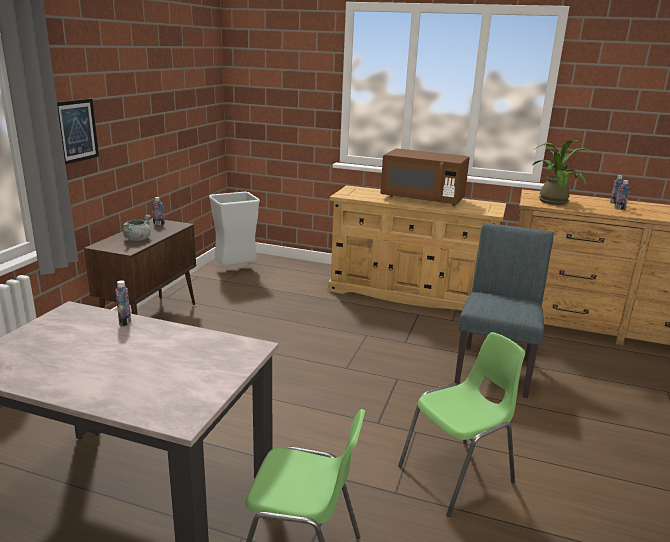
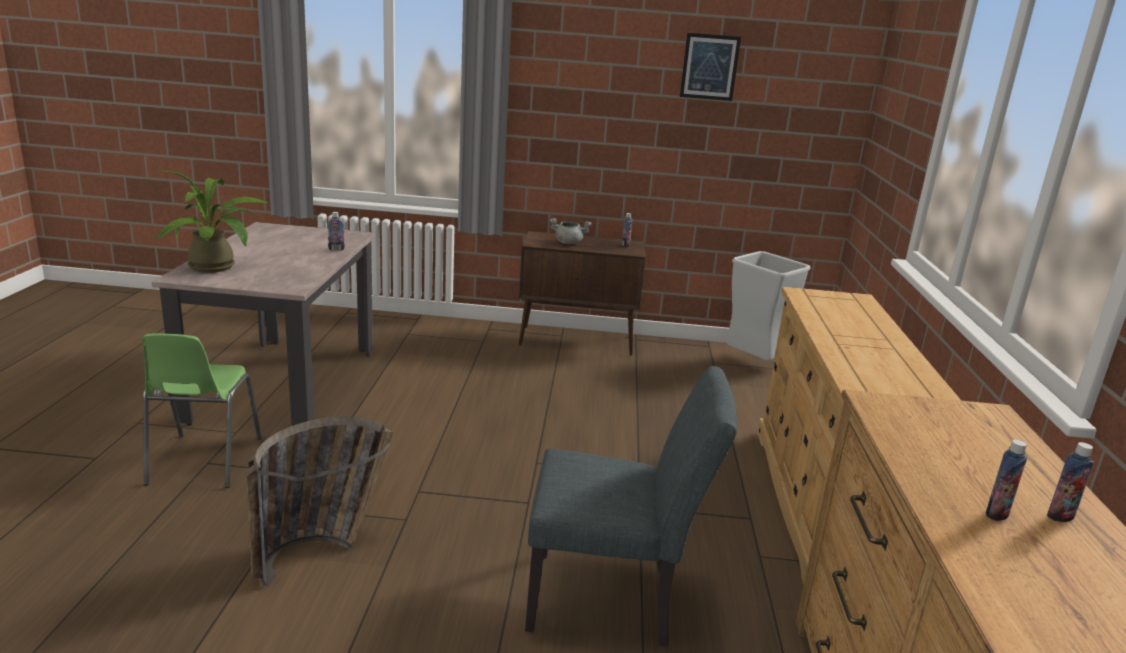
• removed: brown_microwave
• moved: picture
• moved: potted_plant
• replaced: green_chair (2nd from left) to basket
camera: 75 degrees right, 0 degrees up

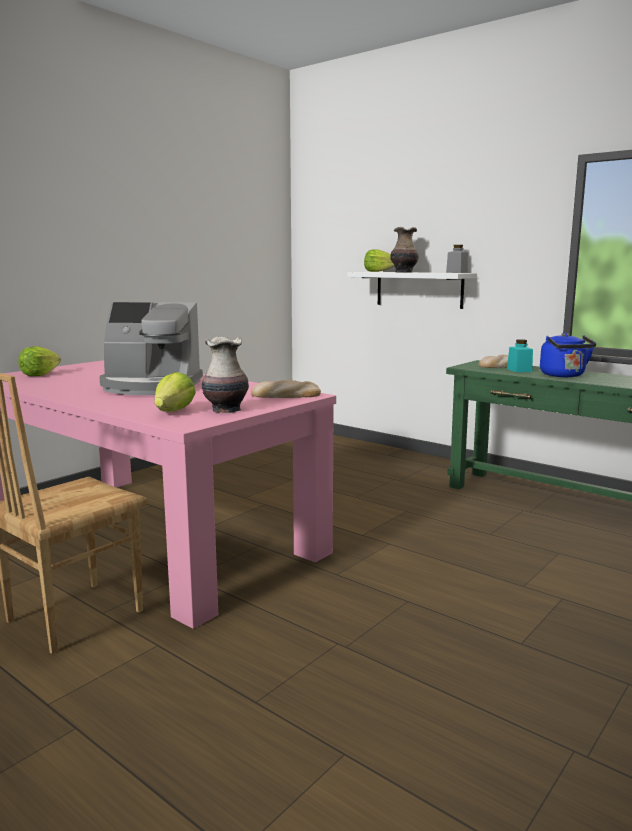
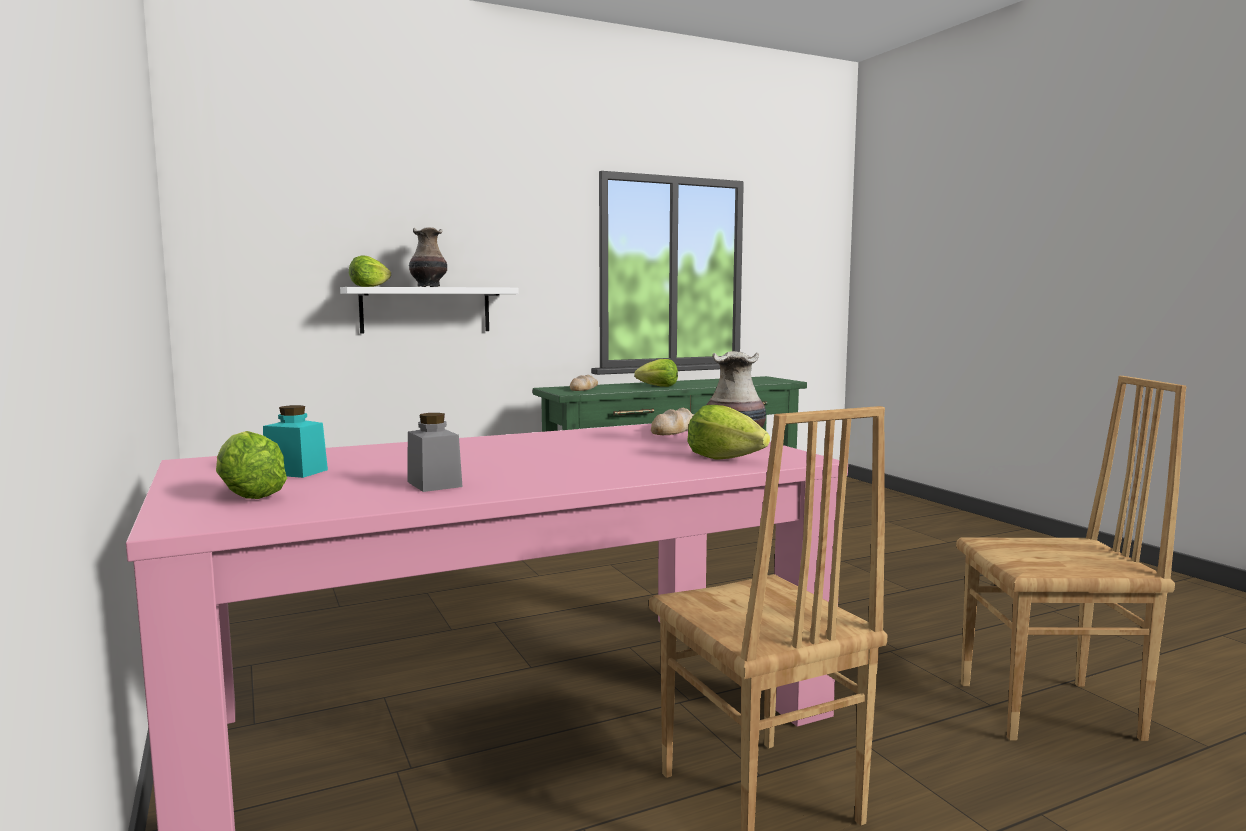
• removed: coffee_machine
• added: brown_chair (2nd from left)
• moved: grey_jar
• moved: turquoise_jar
• replaced: blue_kettle to lettuce (3rd from left)
camera: 65 degrees left, 5 degrees down

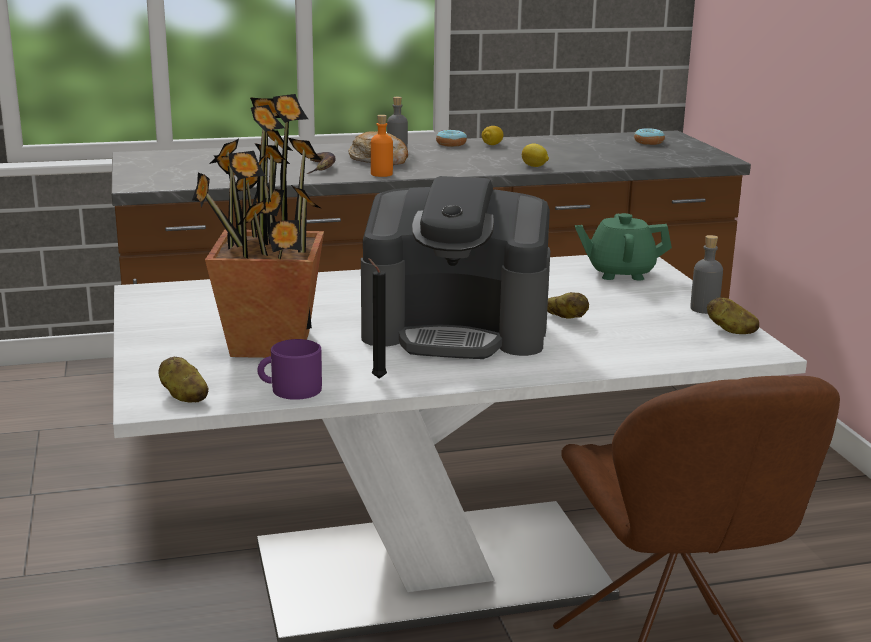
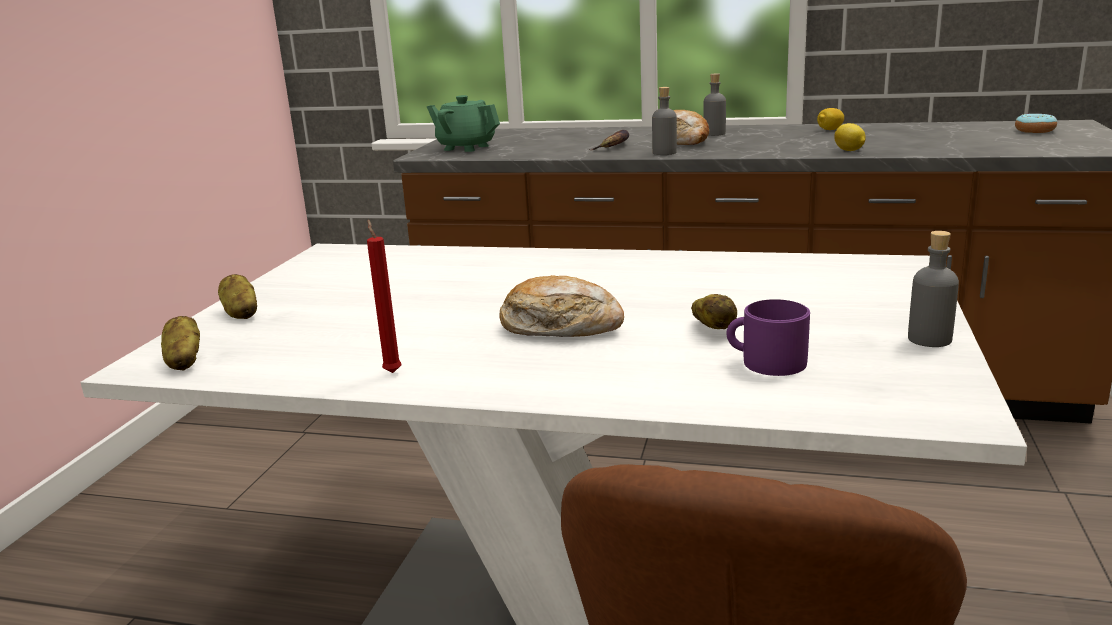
• removed: potted_plant
• removed: donut (1st from left)
• moved: purple_mug
• moved: green_teapot
• moved: potato (3rd from left in the first image) to potato (2nd from left)
• replaced: coffee_machine to bread (1st from left)
• recoloured: black_candle to red_candle
• recoloured: orange_bottle to grey_bottle (1st from left)
camera: 30 degrees right, 0 degrees up

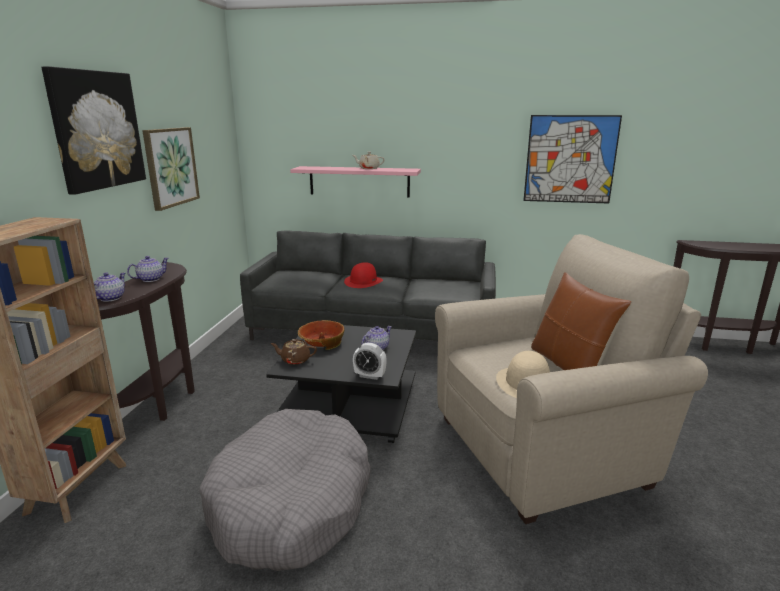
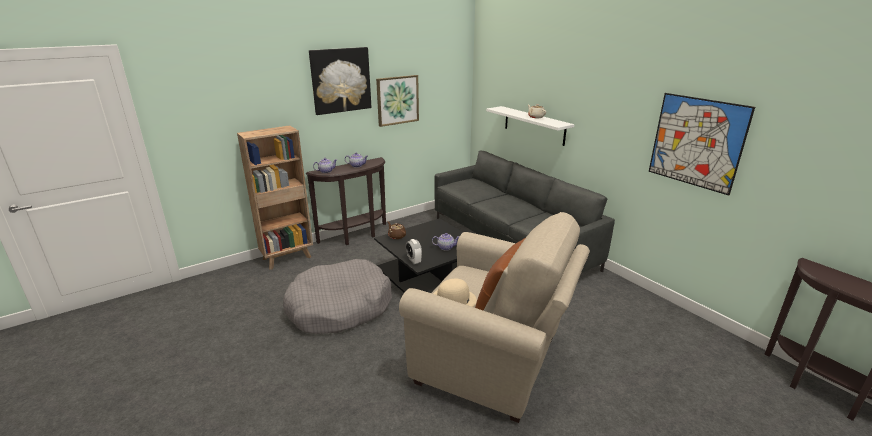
• removed: bowl
• removed: red_hat
• recoloured: pink_shelf to white_shelf
camera: 45 degrees right, 5 degrees up

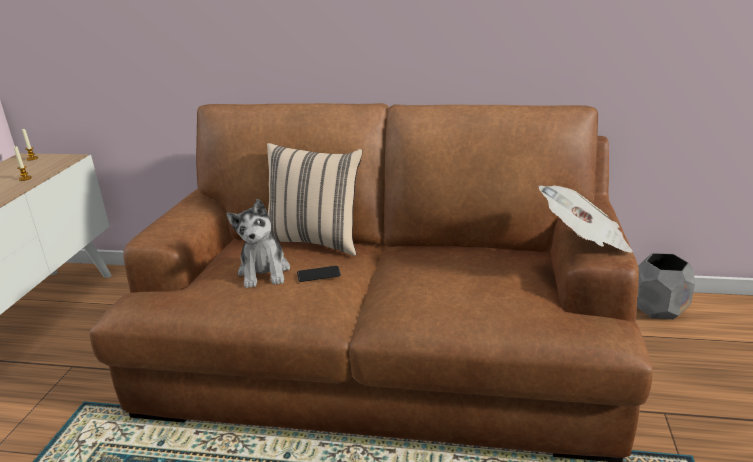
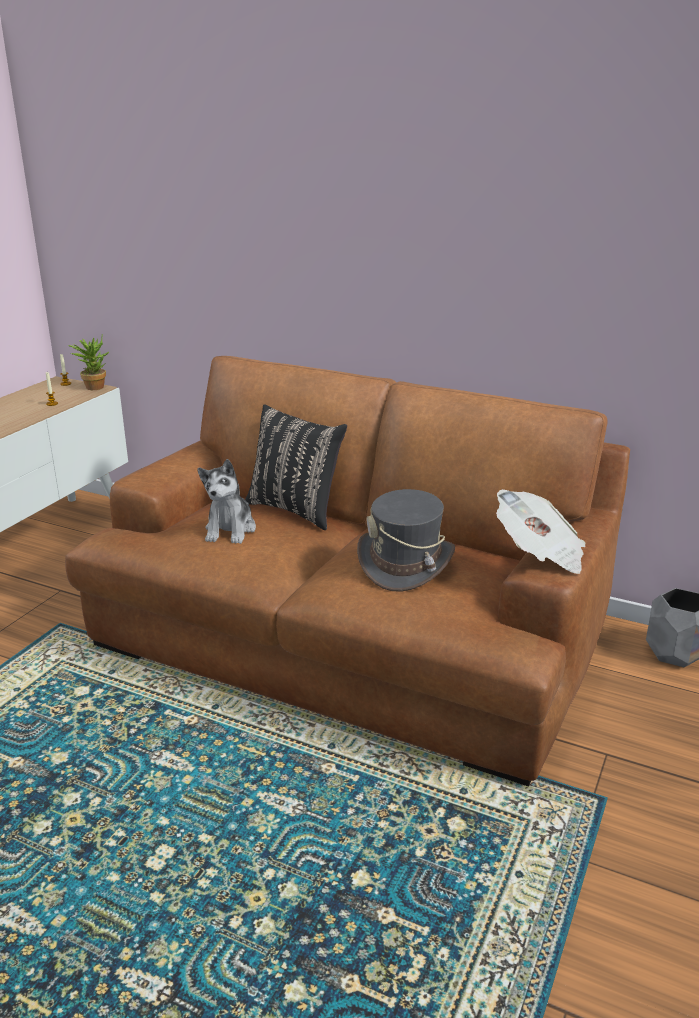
• removed: phone
• added: potted_plant
• added: grey_hat
• recoloured: beige_pillow to black_pillow
camera: 15 degrees right, 0 degrees up

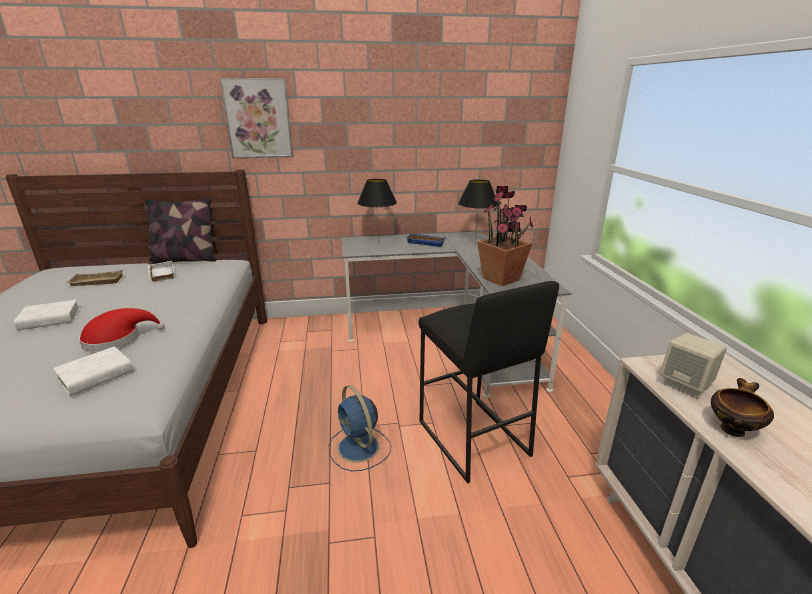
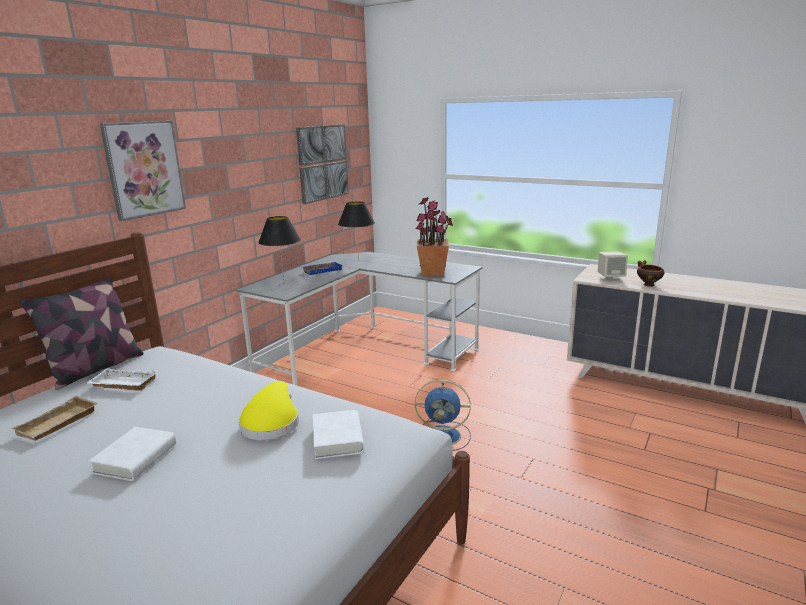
• removed: black_stool
• added: picture (2nd from left)
• recoloured: red_hat to yellow_hat
camera: 50 degrees left, 5 degrees down

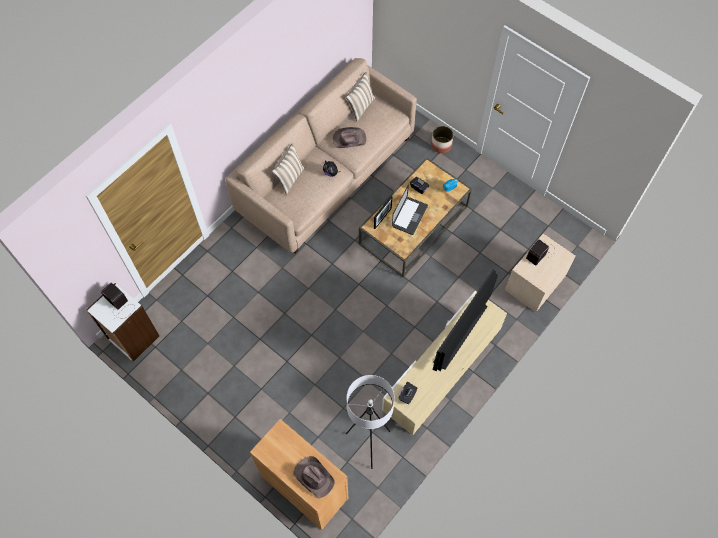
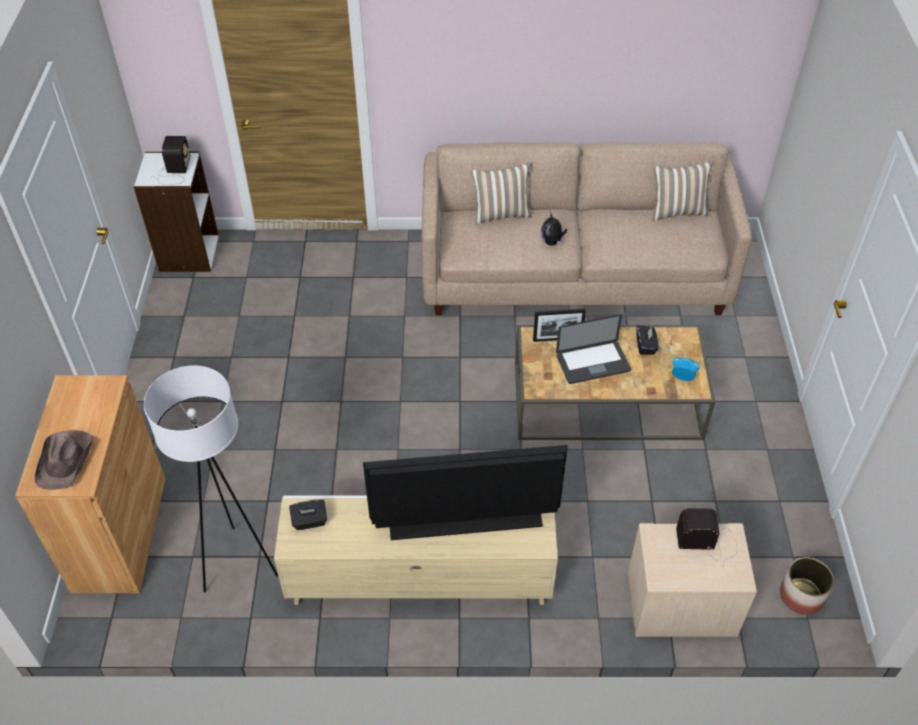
• removed: brown_hat (2nd from left)
• moved: planter
camera: 50 degrees right, 15 degrees down

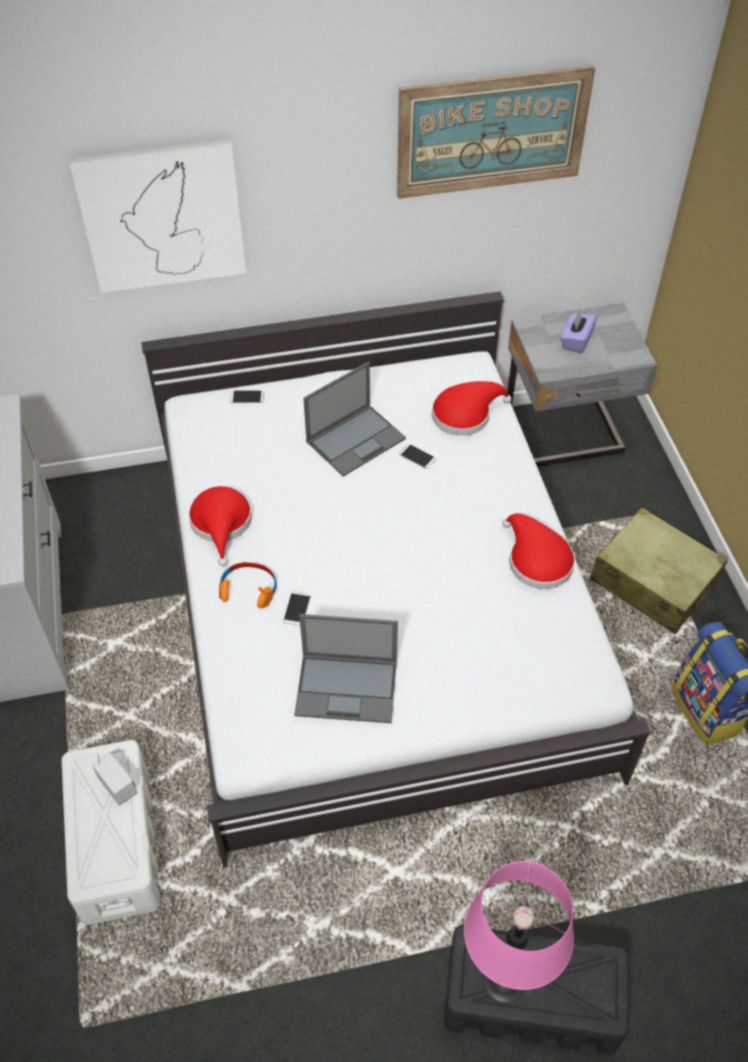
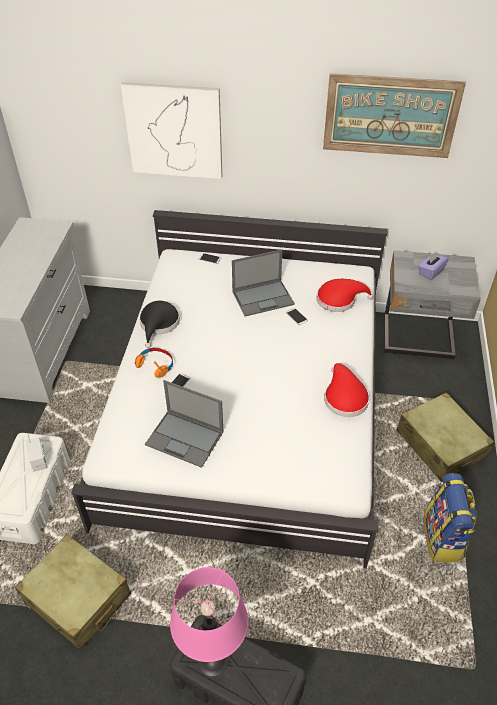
• added: beige_suitcase (1st from left)
• recoloured: red_hat (1st from left) to black_hat
camera: 20 degrees right, 5 degrees down

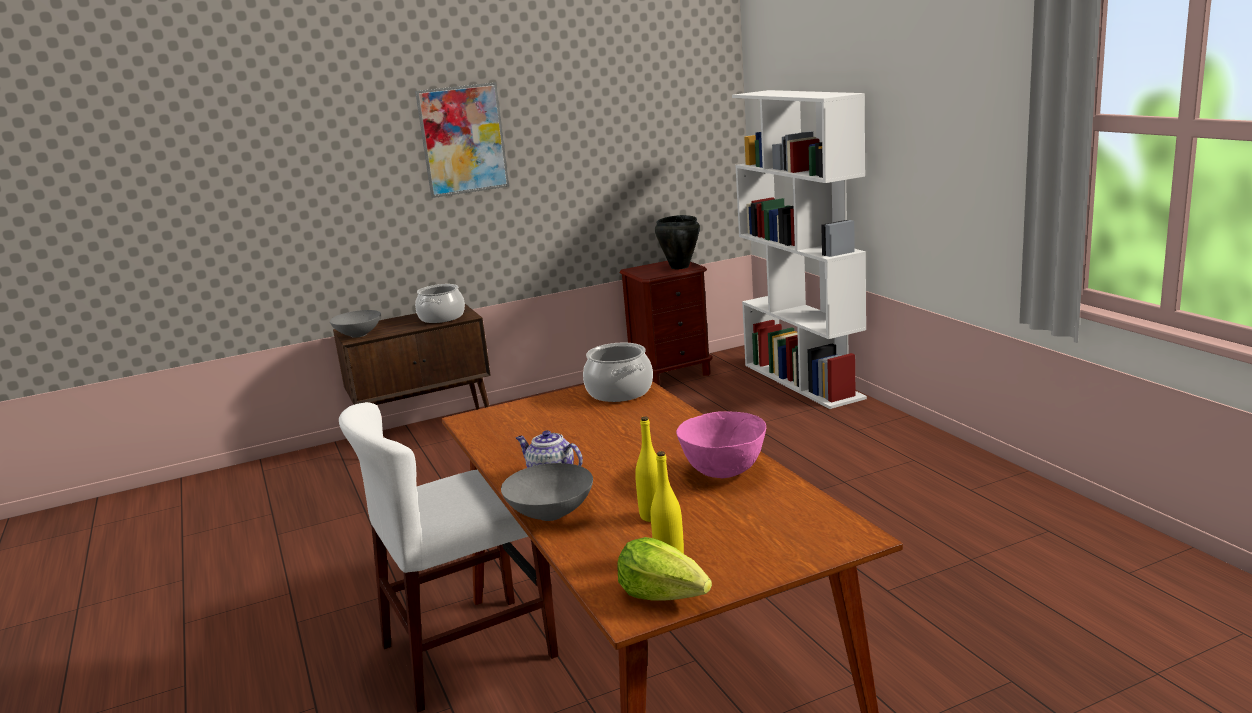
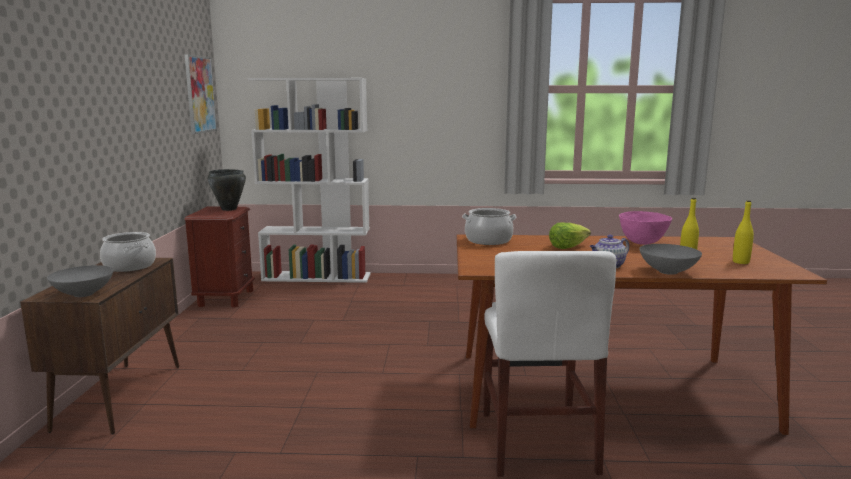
• moved: picture
• moved: lettuce
camera: 65 degrees left, 5 degrees down

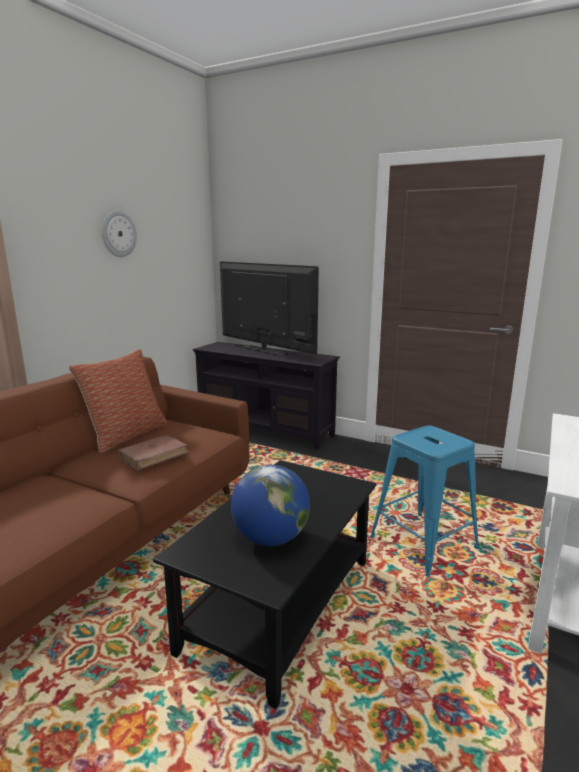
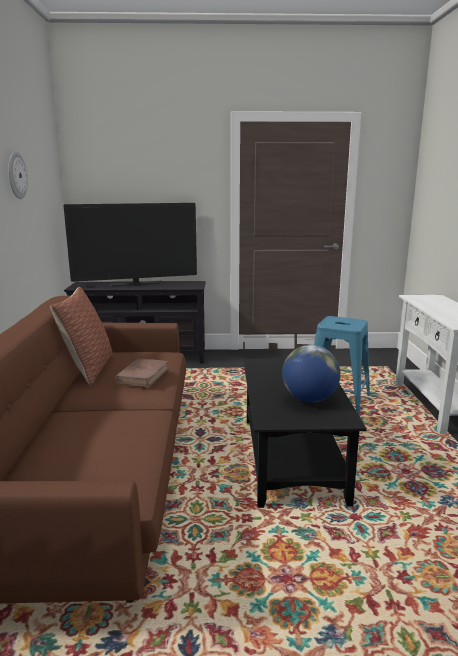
• turned: television 150 degrees clockwise
camera: 30 degrees left, 0 degrees up

